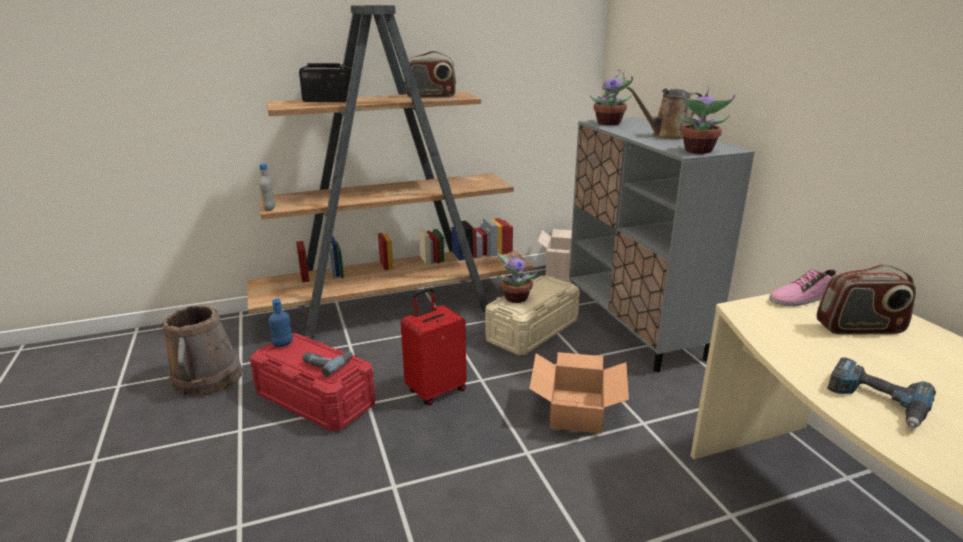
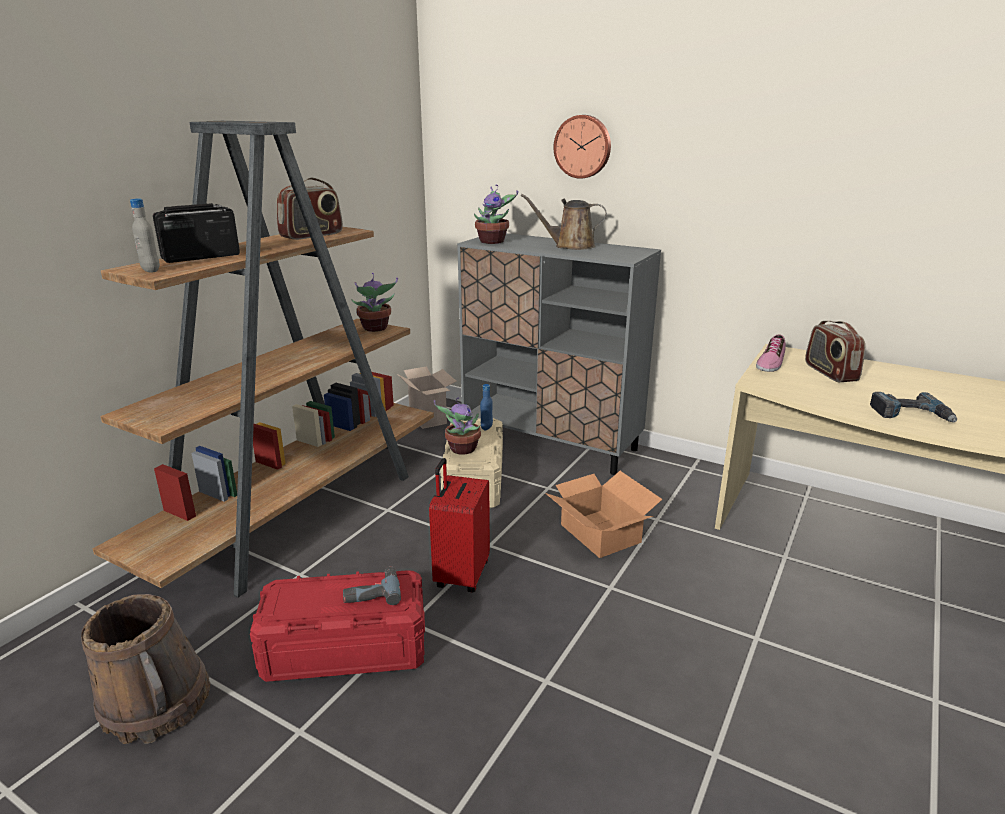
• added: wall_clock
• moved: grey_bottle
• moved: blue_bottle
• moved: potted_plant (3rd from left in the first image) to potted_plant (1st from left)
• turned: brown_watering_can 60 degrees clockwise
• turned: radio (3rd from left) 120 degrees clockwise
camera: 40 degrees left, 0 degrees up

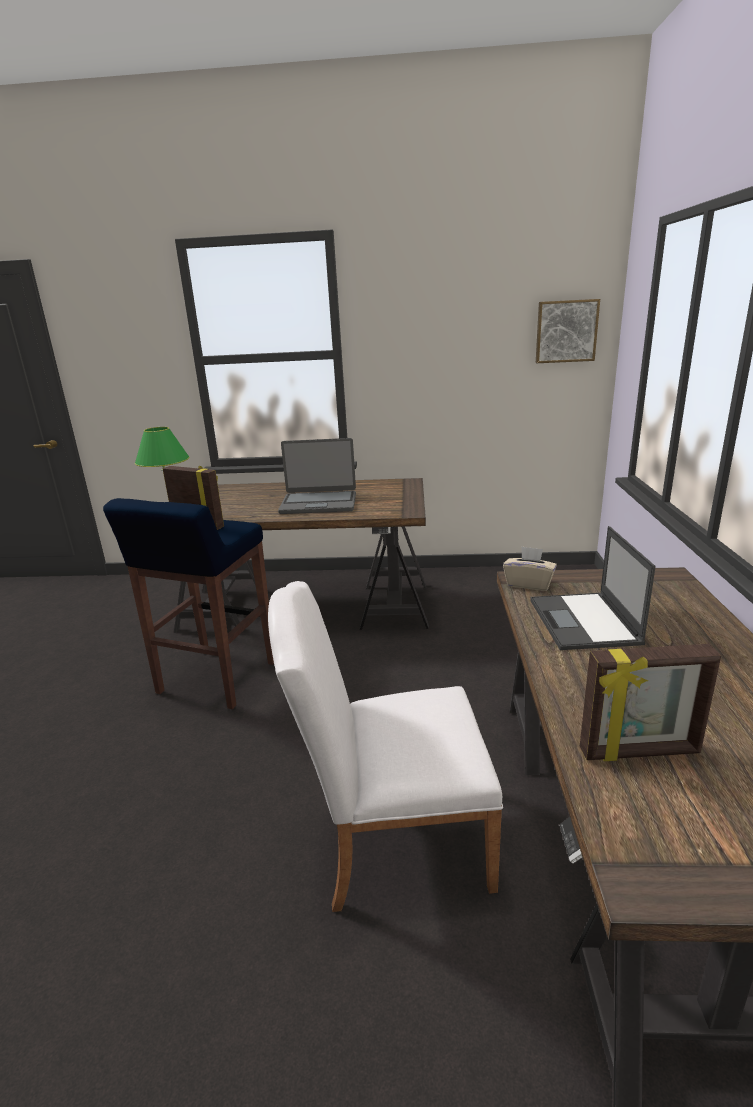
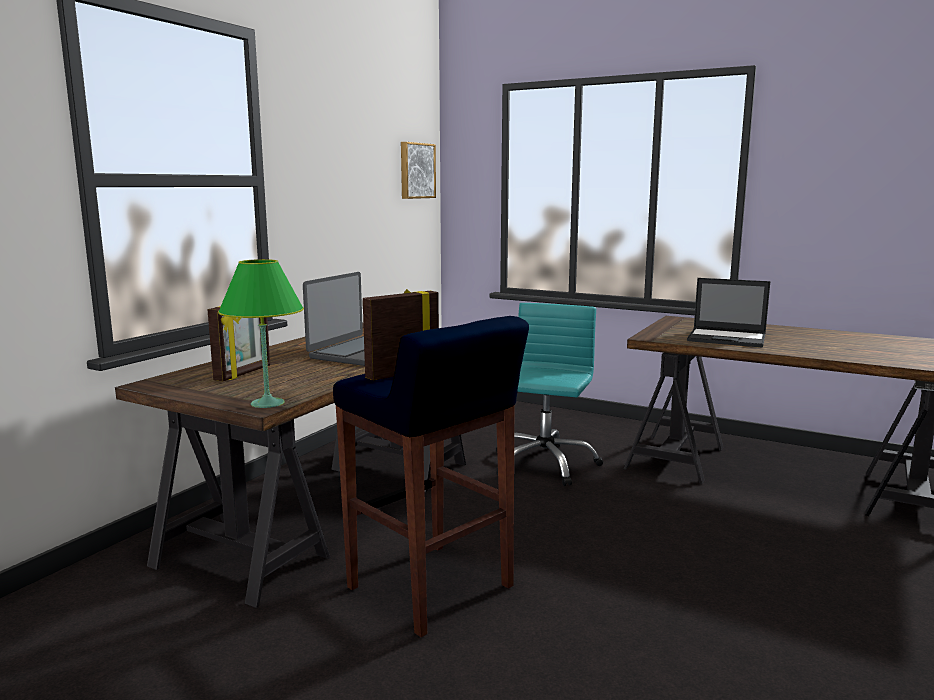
• removed: white_chair
• removed: beige_tissue_box
• added: turquoise_office_chair
• moved: picture_frame (2nd from left in the first image) to picture_frame (1st from left)
camera: 65 degrees left, 10 degrees down

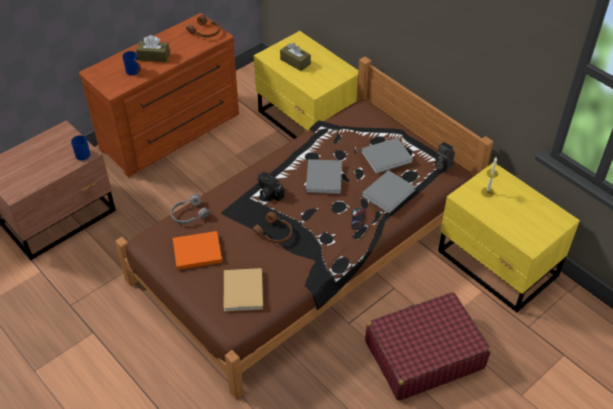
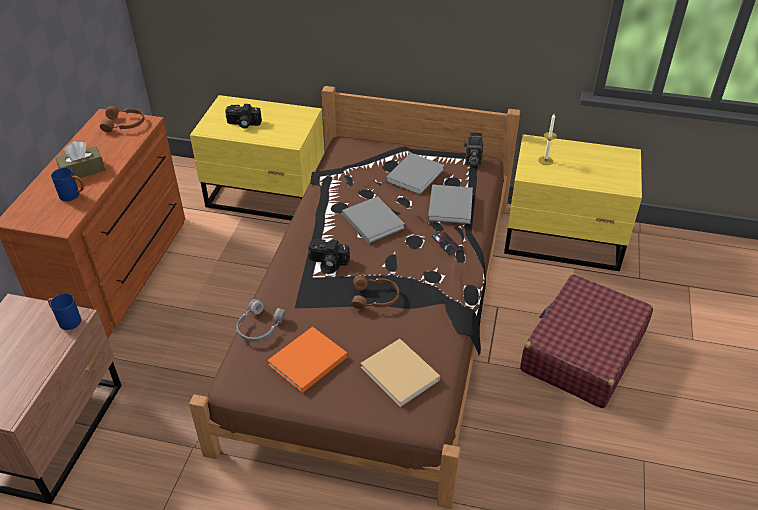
• replaced: brown_tissue_box (2nd from left) to photo_camera (1st from left)
camera: 35 degrees left, 5 degrees down

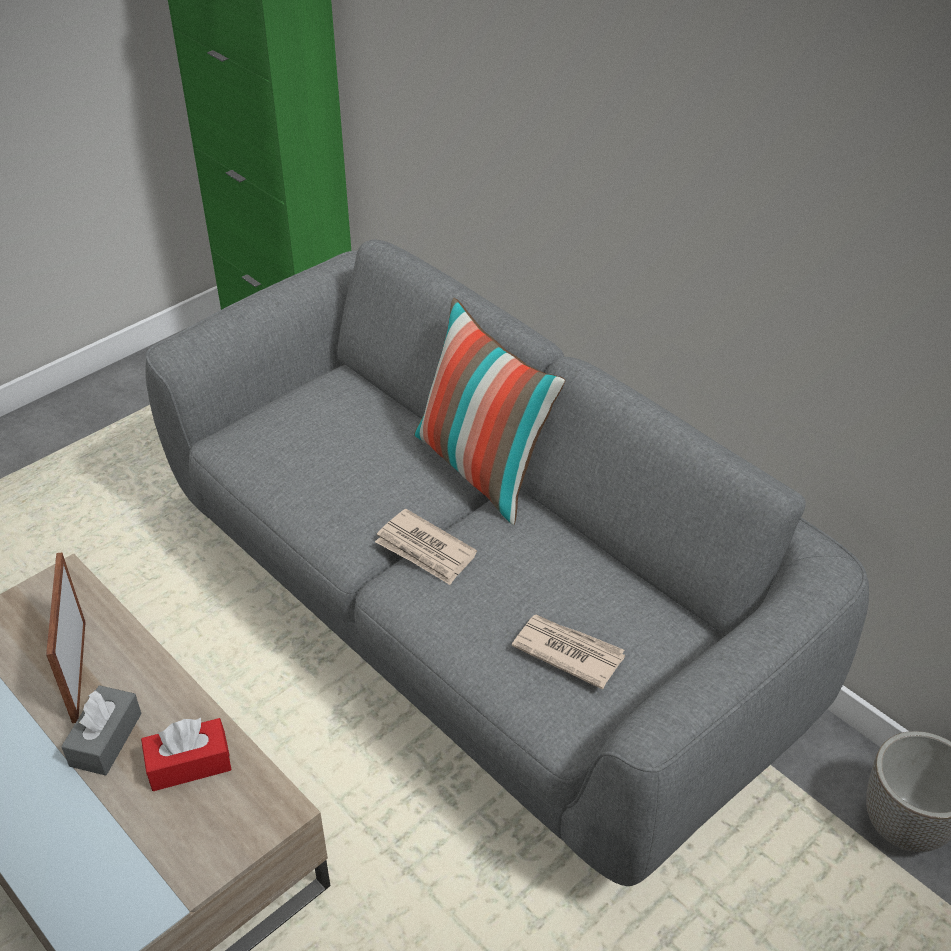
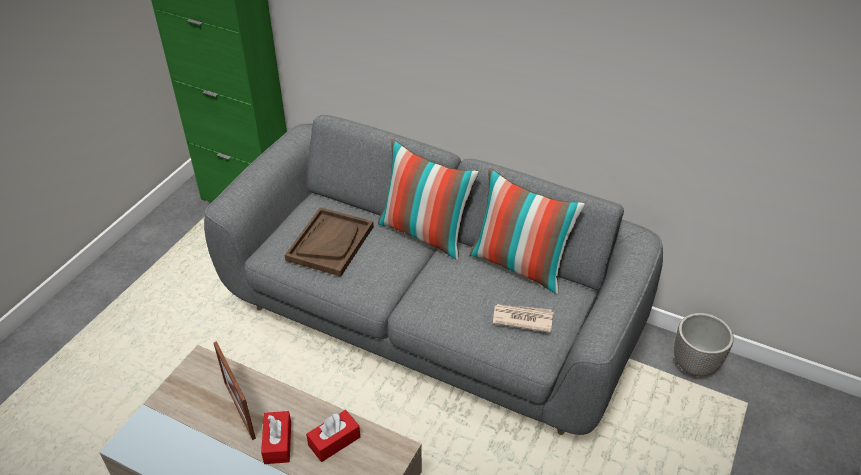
• removed: newspaper (1st from left)
• added: brown_tray
• added: pillow (2nd from left)
• recoloured: grey_tissue_box to red_tissue_box (1st from left)
camera: 20 degrees left, 0 degrees up

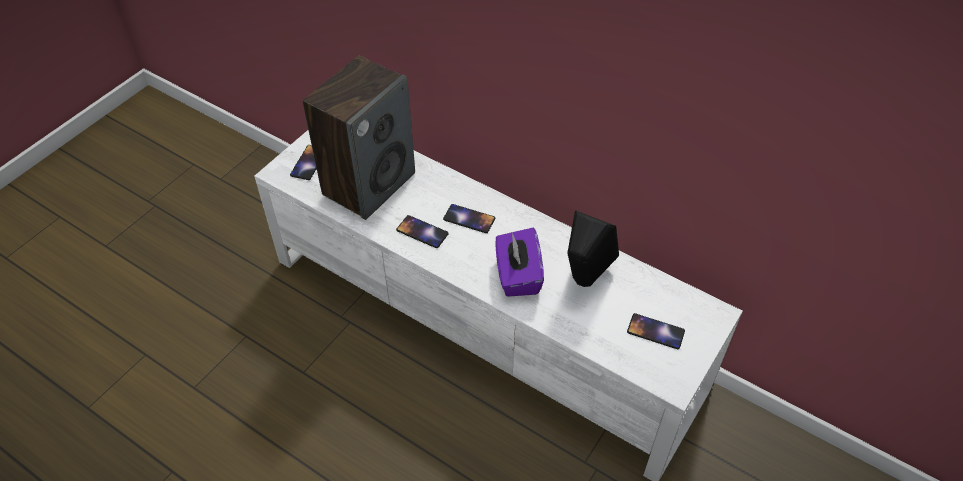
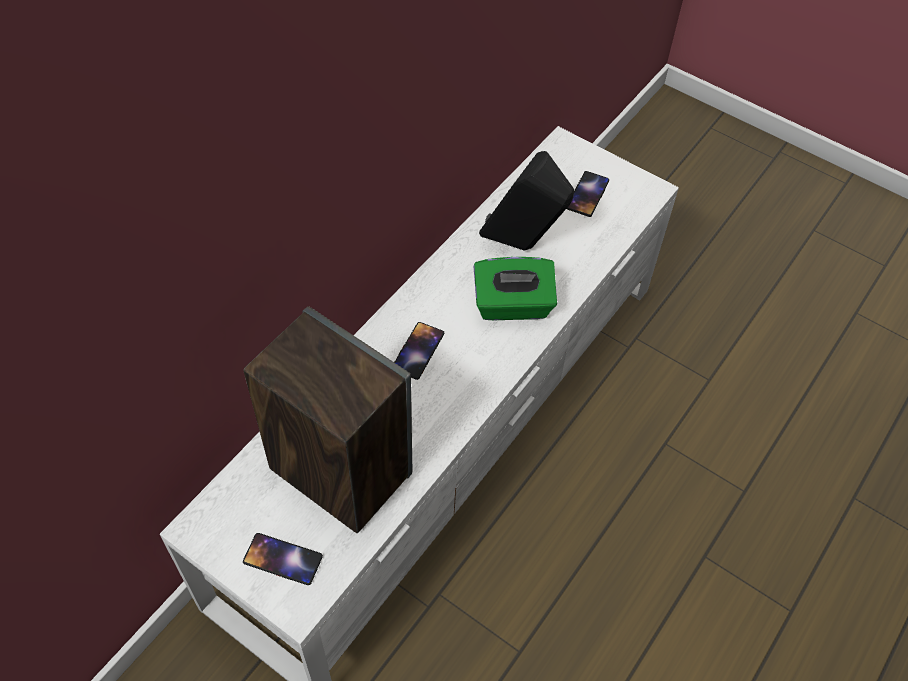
• removed: phone (2nd from left)
• recoloured: purple_tissue_box to green_tissue_box
camera: 90 degrees left, 5 degrees up

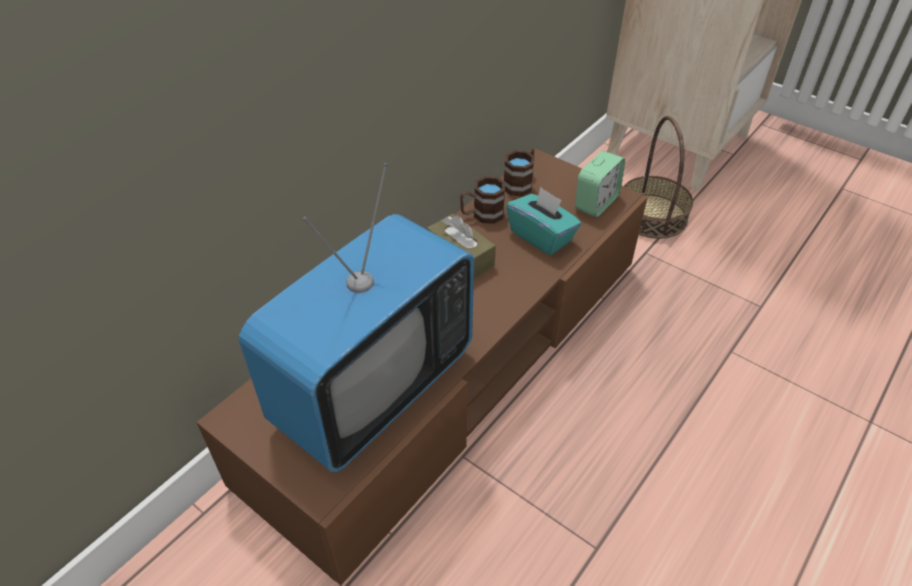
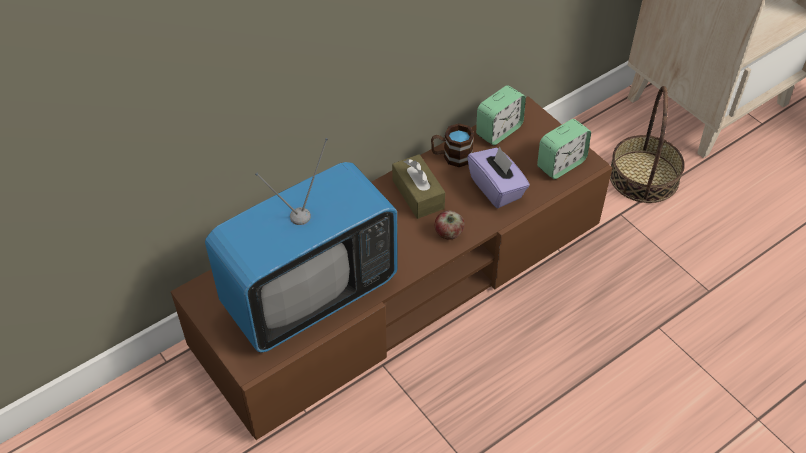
• added: apple
• replaced: brown_mug (2nd from left) to alarm_clock (1st from left)
• recoloured: turquoise_tissue_box to purple_tissue_box
camera: 15 degrees right, 5 degrees up

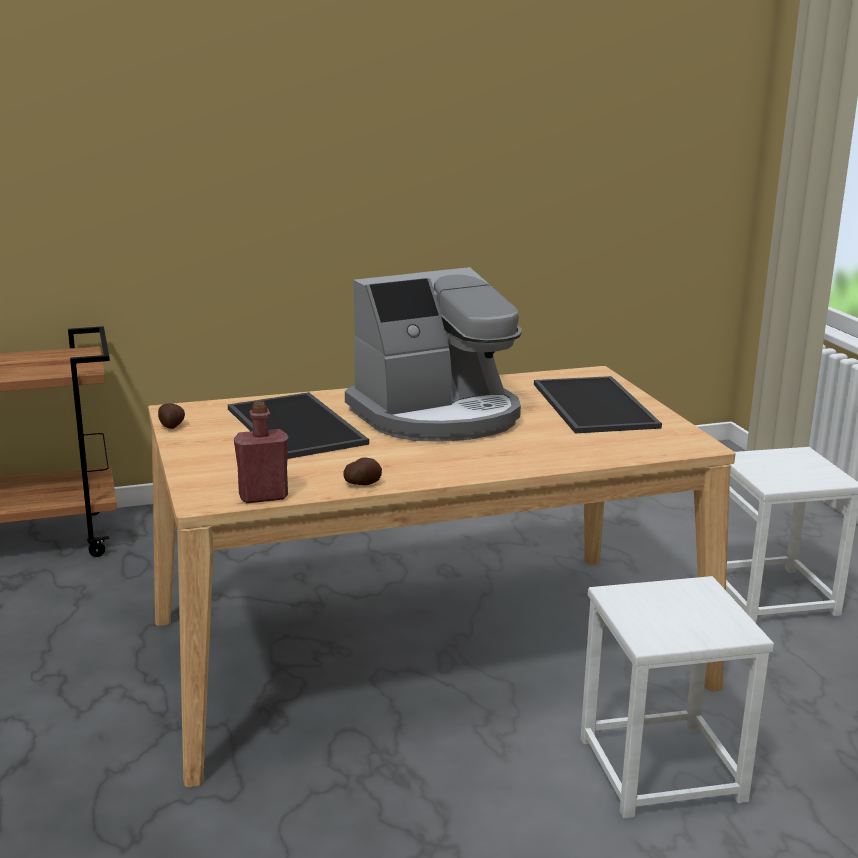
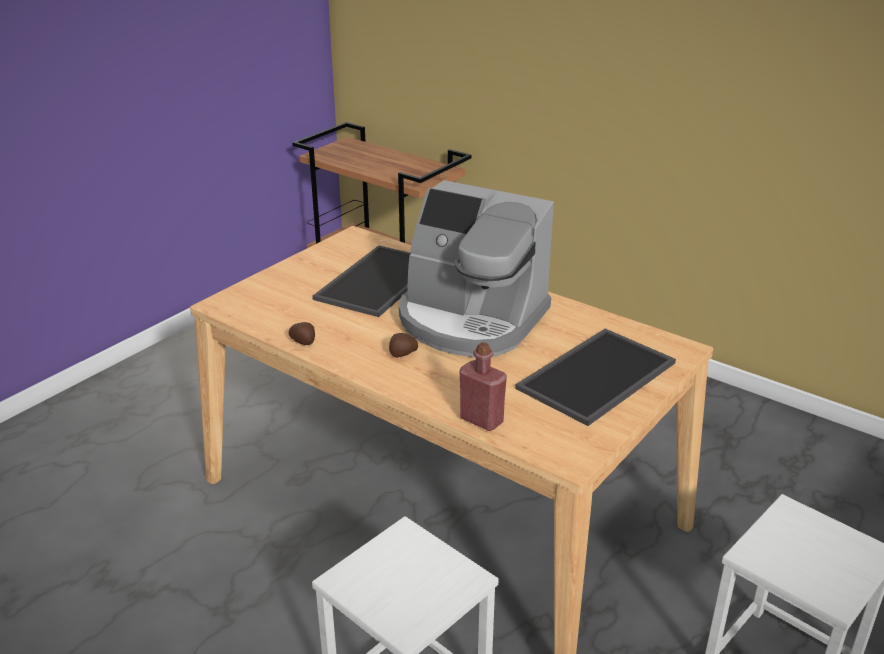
• moved: potato (1st from left in the first image) to potato (2nd from left)
• moved: red_bottle
camera: 55 degrees right, 10 degrees up

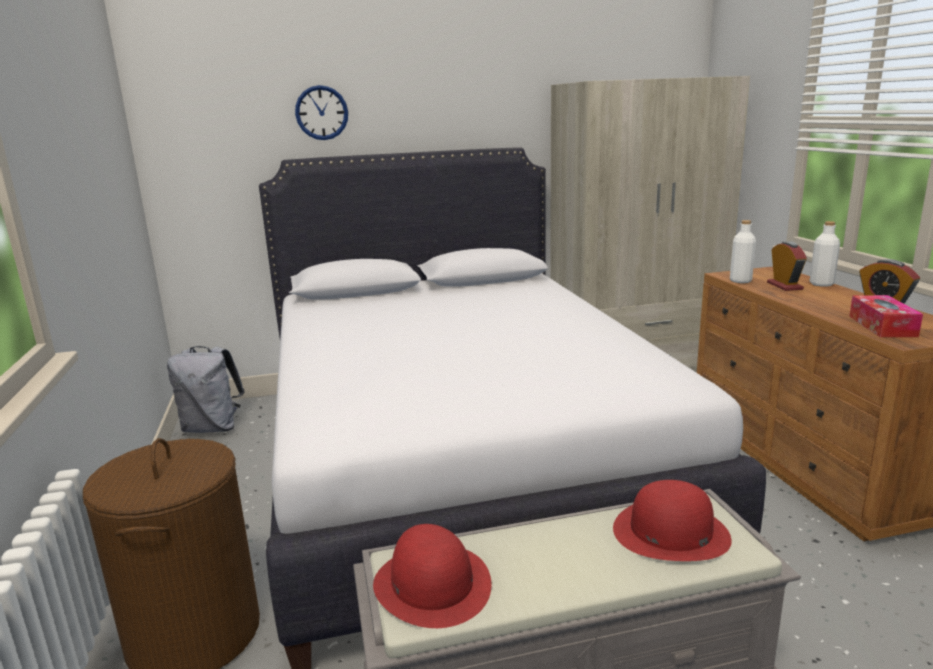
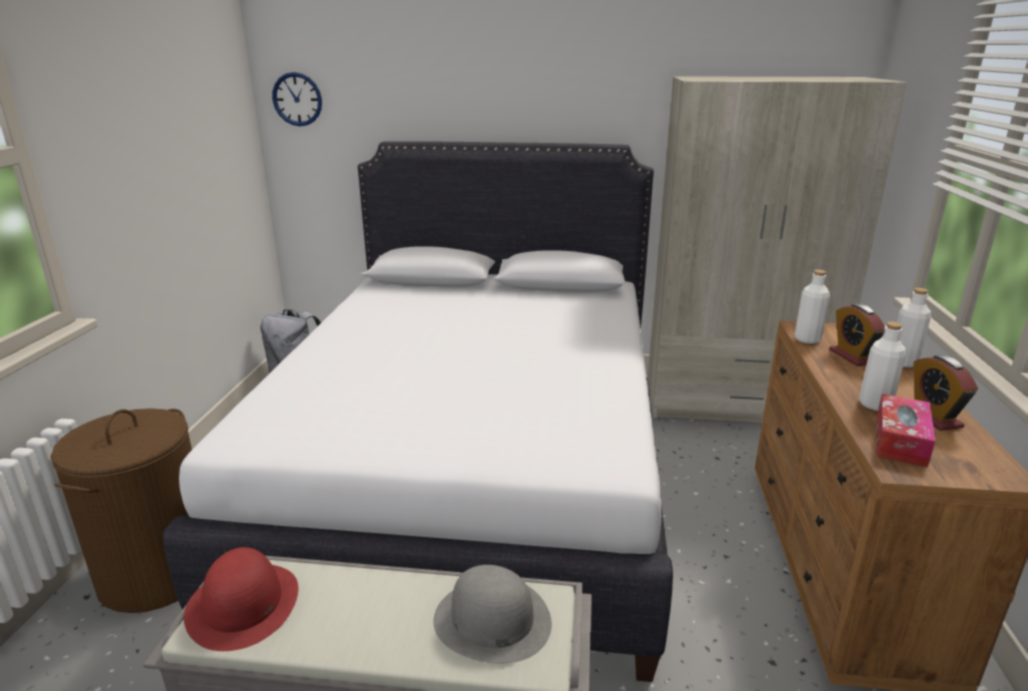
• added: white_bottle (2nd from left)
• moved: wall_clock
• recoloured: red_hat (2nd from left) to grey_hat
• turned: alarm_clock (1st from left) 150 degrees clockwise
camera: 20 degrees right, 5 degrees up

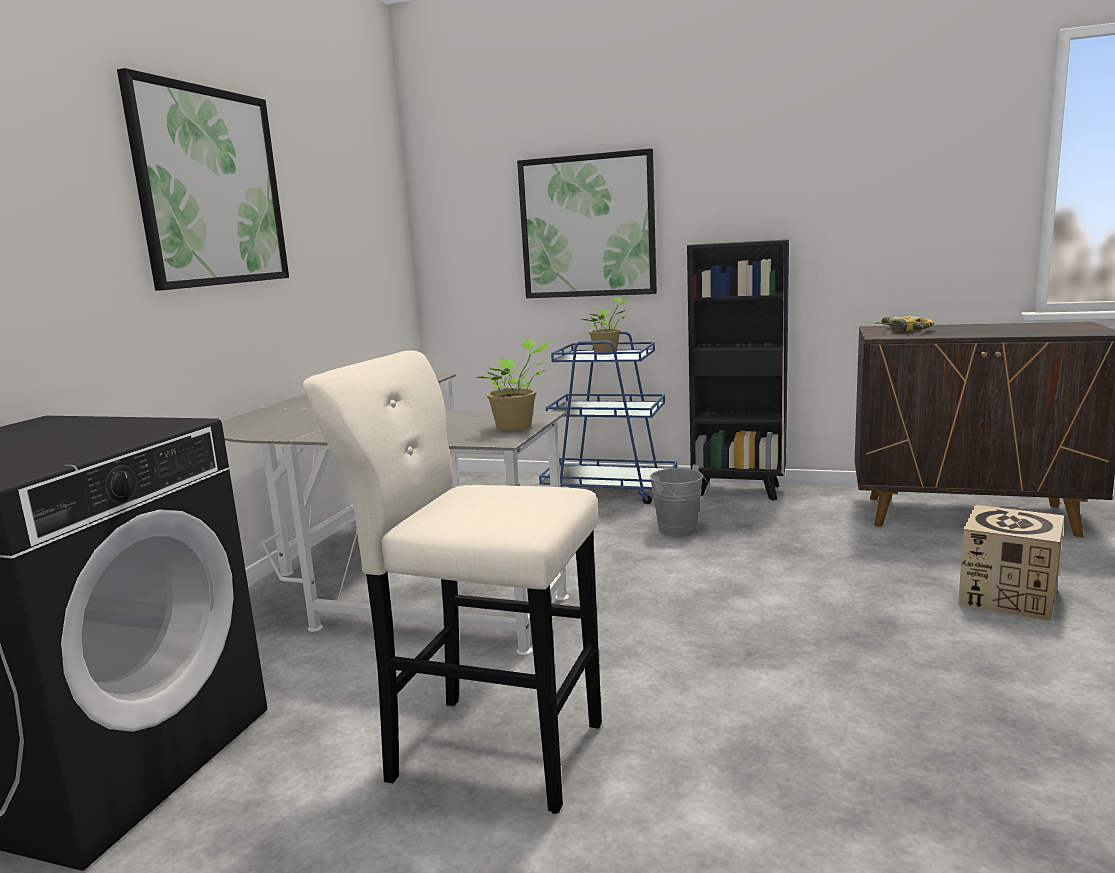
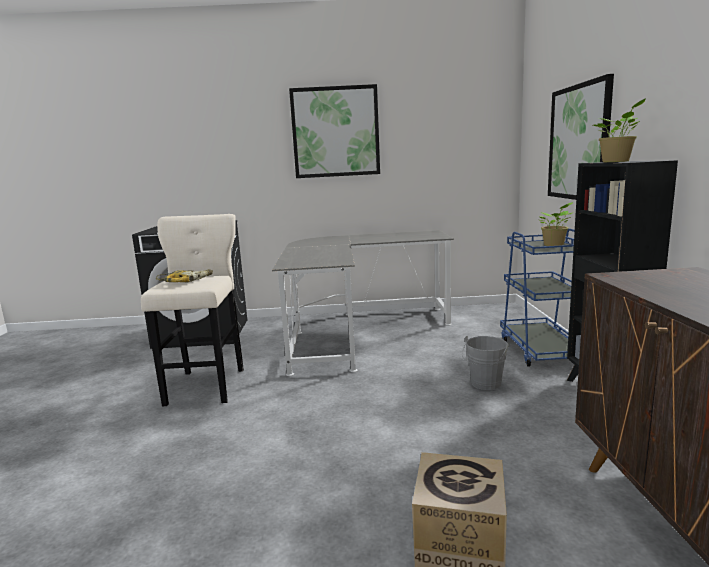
• moved: potted_plant (1st from left in the first image) to potted_plant (2nd from left)
• moved: power_drill
camera: 70 degrees right, 0 degrees up

